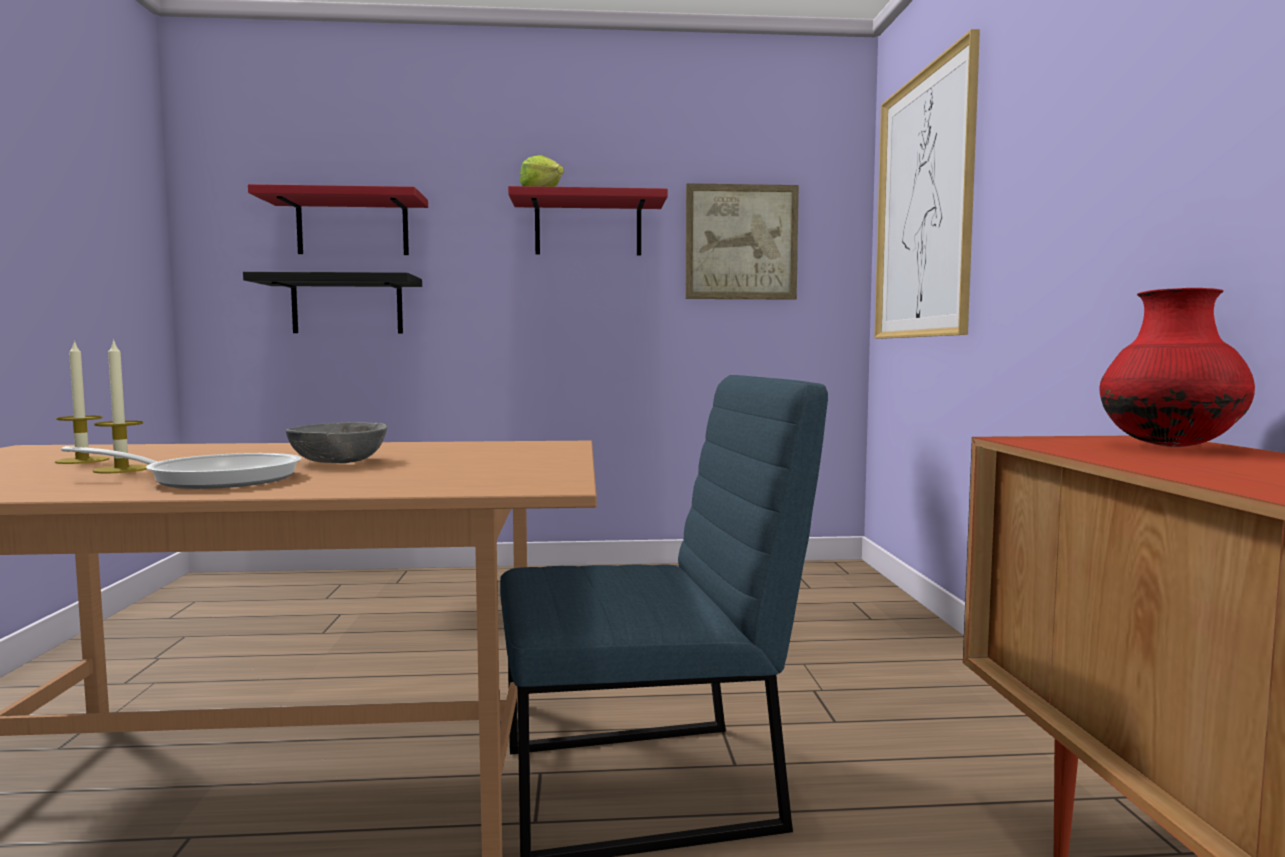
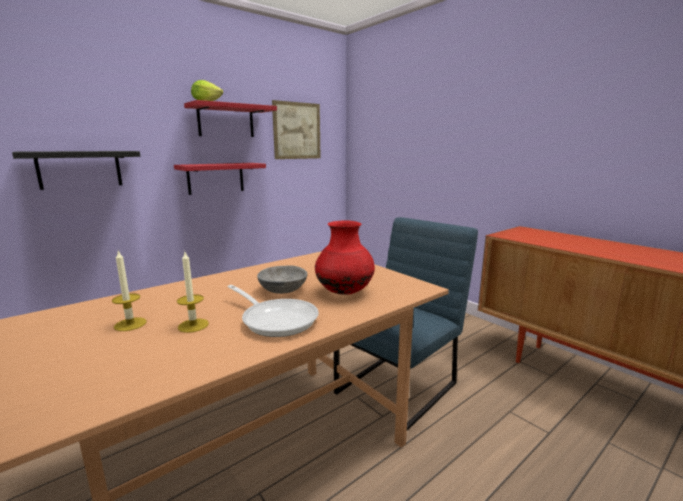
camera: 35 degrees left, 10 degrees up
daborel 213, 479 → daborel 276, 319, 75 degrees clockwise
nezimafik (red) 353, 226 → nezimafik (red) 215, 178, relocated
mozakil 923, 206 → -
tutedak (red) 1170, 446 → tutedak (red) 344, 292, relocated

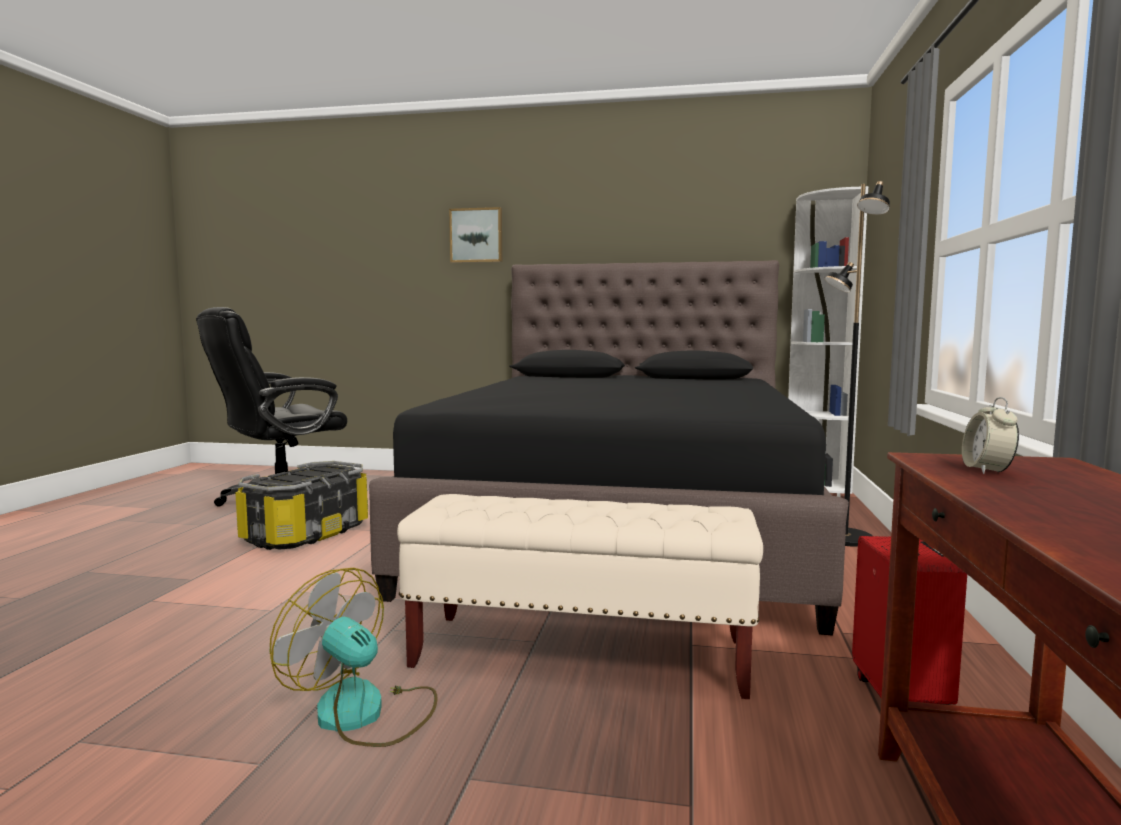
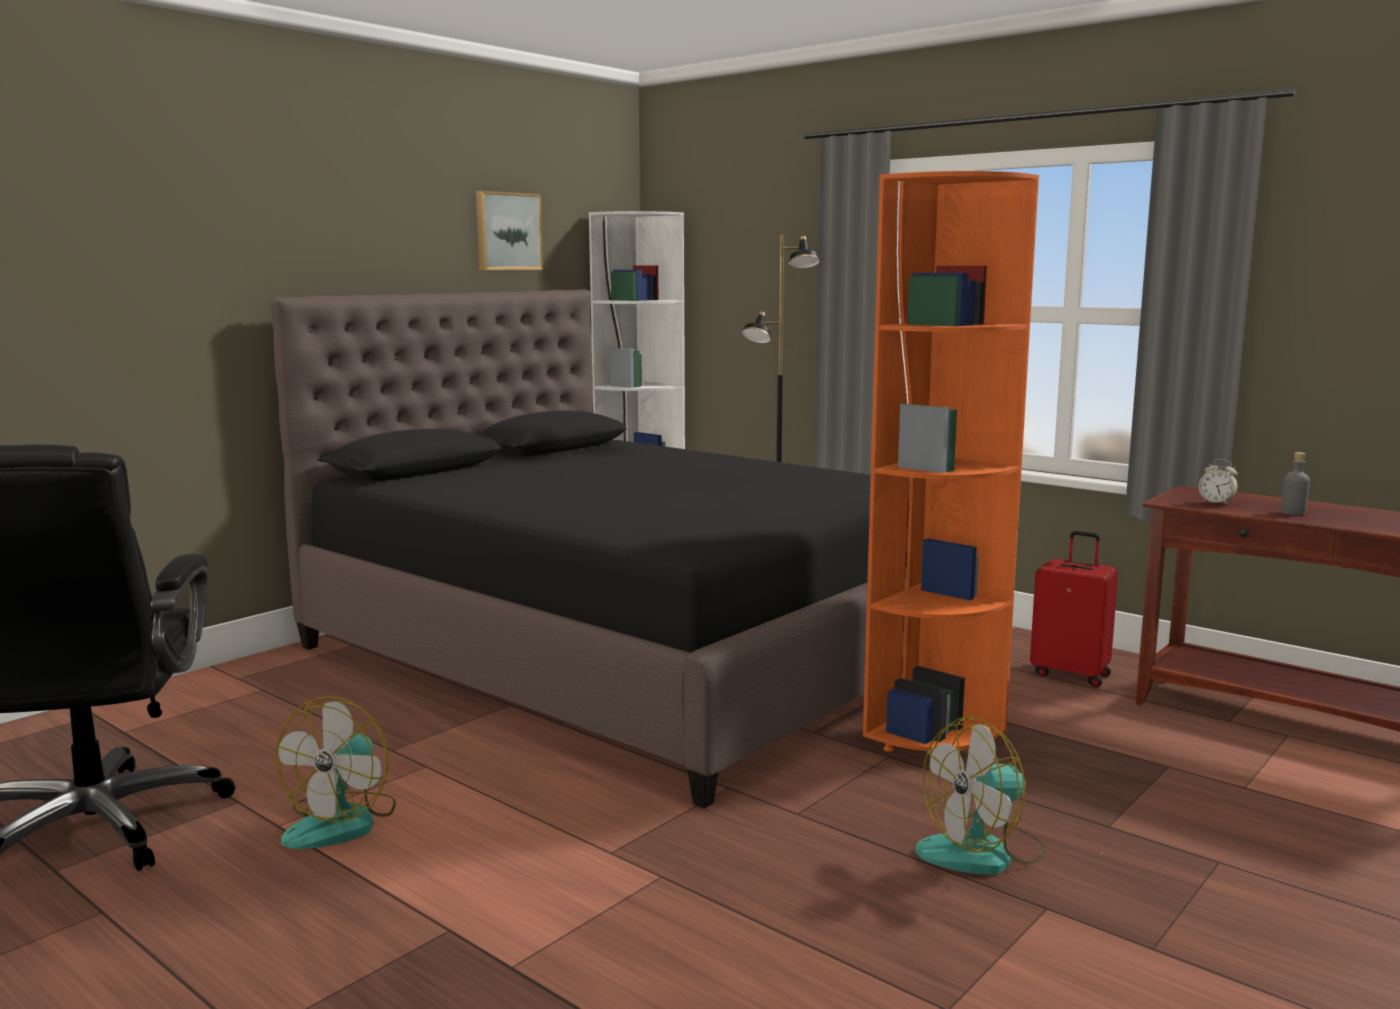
camera: 60 degrees left, 5 degrees up
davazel 307, 534 → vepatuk 343, 822
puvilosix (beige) 581, 655 → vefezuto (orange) 932, 745
mozakil 476, 235 → mozakil 507, 231, relocated
- → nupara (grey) 1292, 512

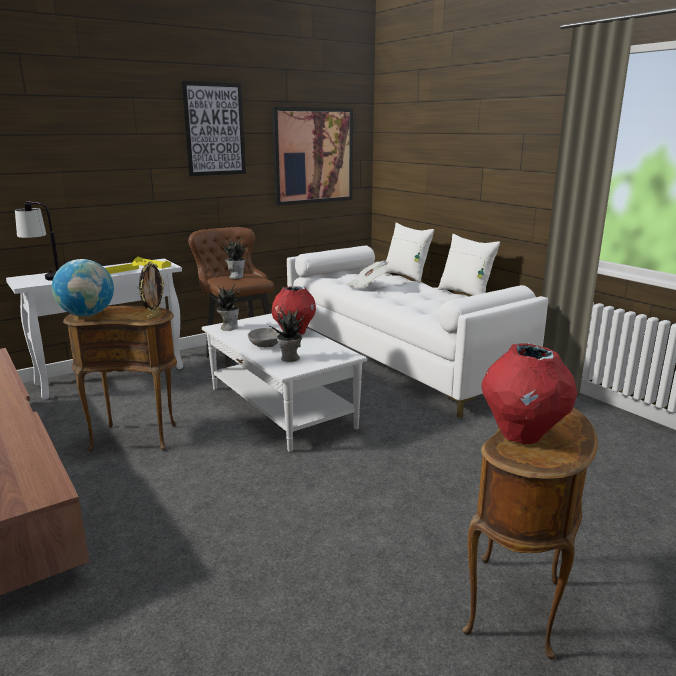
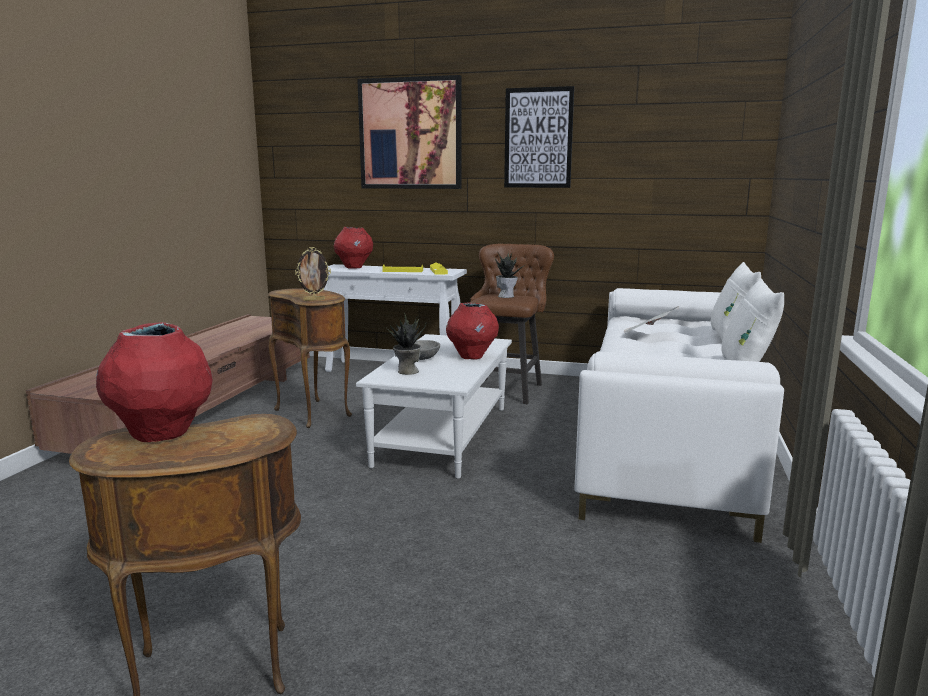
camera: 50 degrees right, 5 degrees down
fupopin 48, 277 → tutedak (red) 354, 267
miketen 87, 315 → -
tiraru 228, 327 → -
mozakil 313, 156 → mozakil 410, 134, relocated

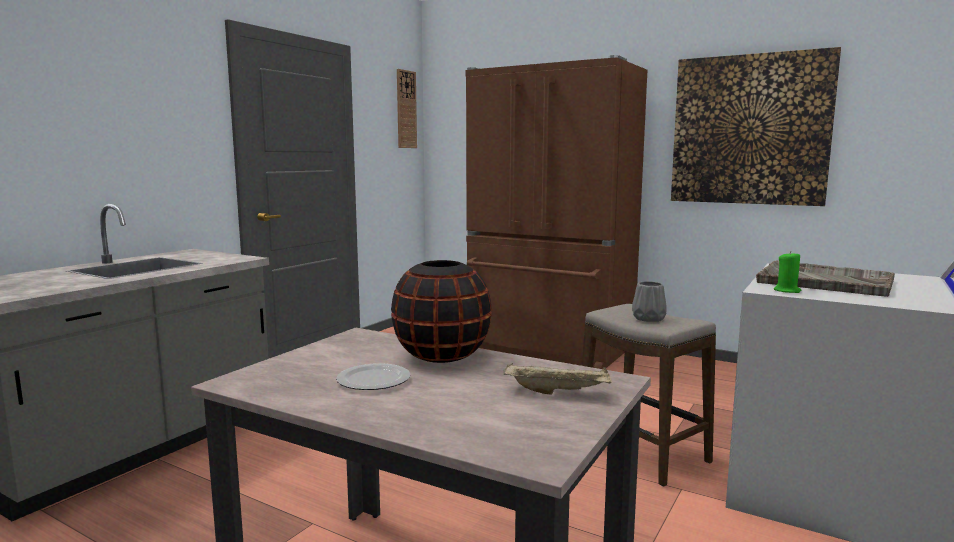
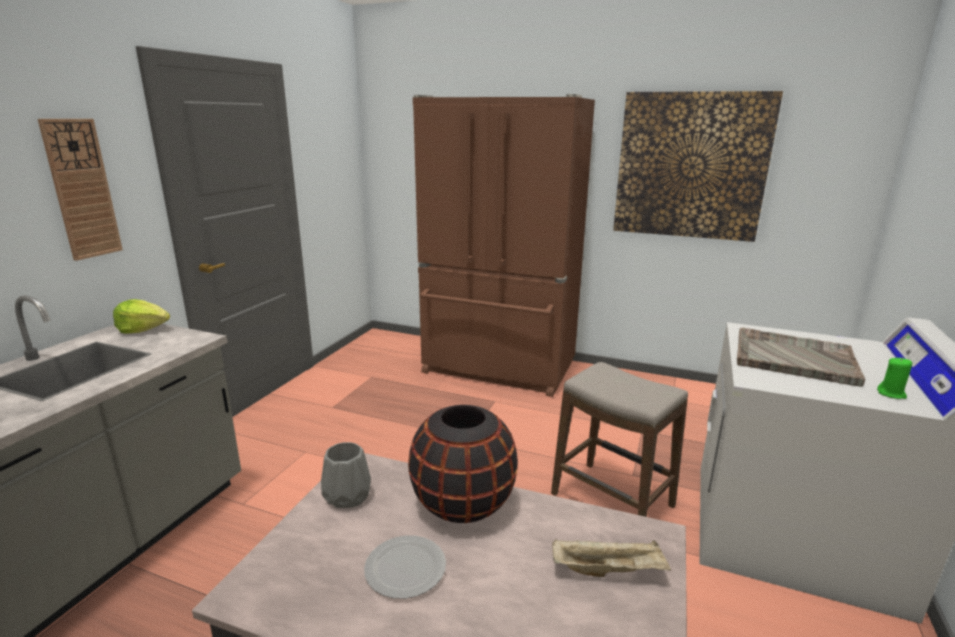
camera: 10 degrees left, 10 degrees up
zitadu 406, 109 → zitadu 82, 189, relocated
tutedak (grey) 649, 318 → tutedak (grey) 349, 496, relocated
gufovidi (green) 787, 291 → gufovidi (green) 891, 394, relocated
- → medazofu 143, 329

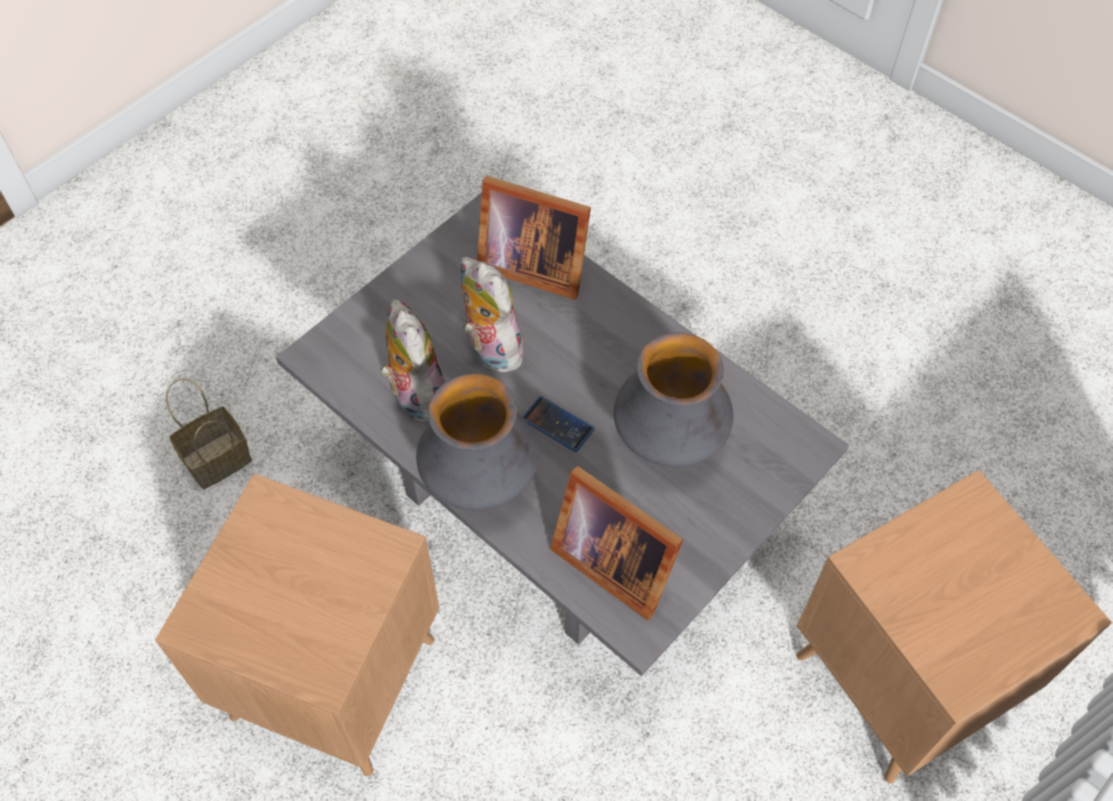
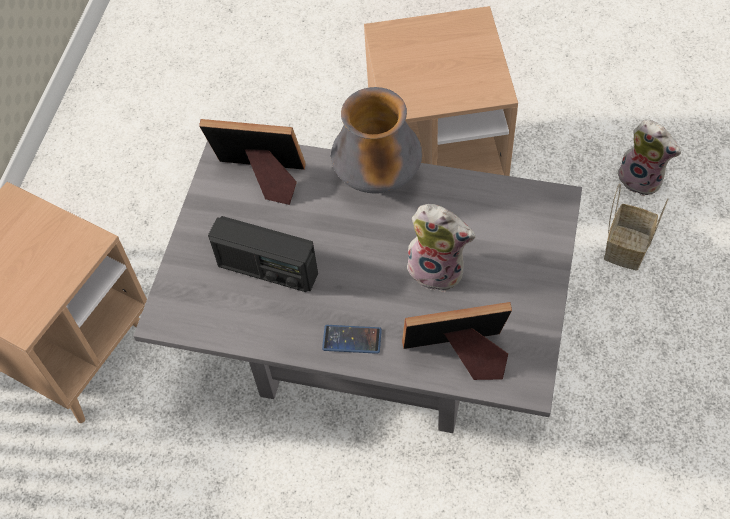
camera: 155 degrees right, 0 degrees up
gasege 415, 395 → gasege 642, 179, relocated
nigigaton 557, 424 → nigigaton 352, 339, relocated
tutedak 668, 441 → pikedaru 267, 269

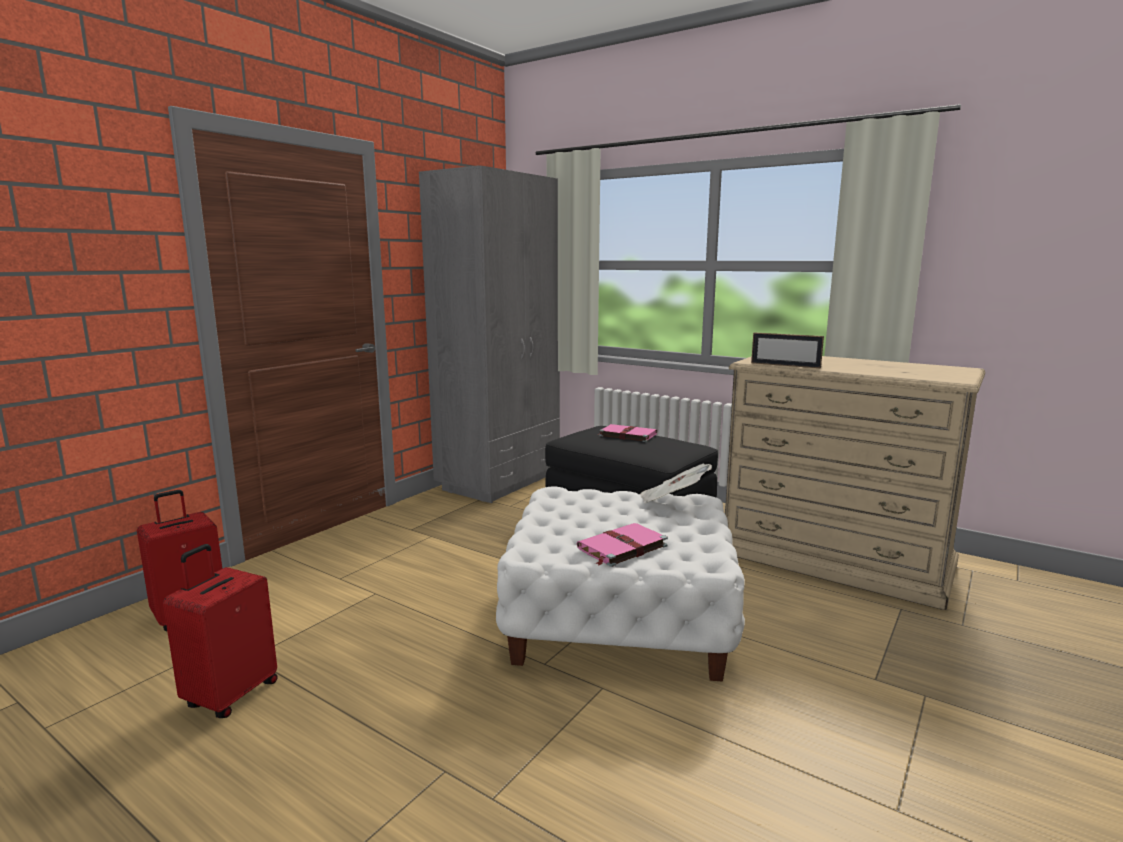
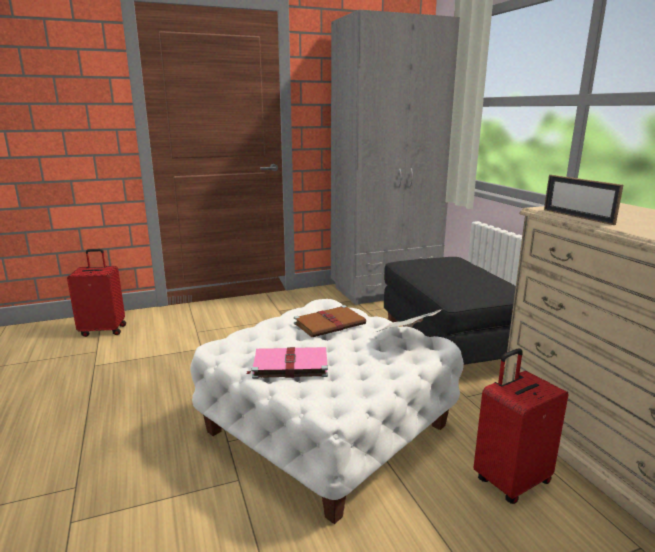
camera: 35 degrees right, 5 degrees up
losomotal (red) 230, 695 → losomotal (red) 510, 480, relocated
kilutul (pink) 627, 435 → -
- → kilutul (brown) 330, 324

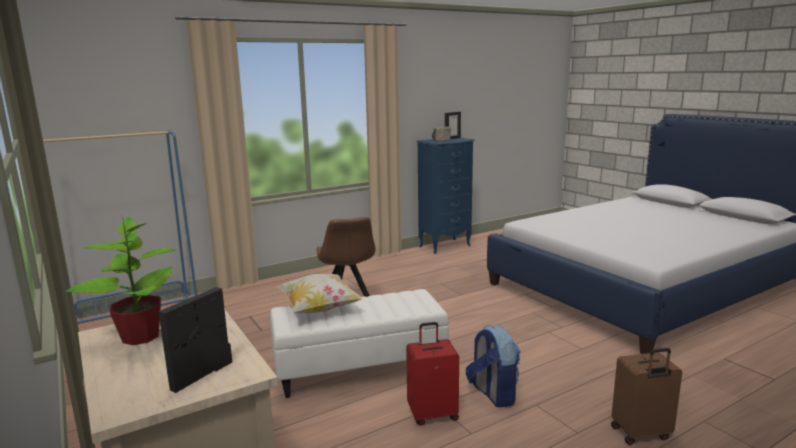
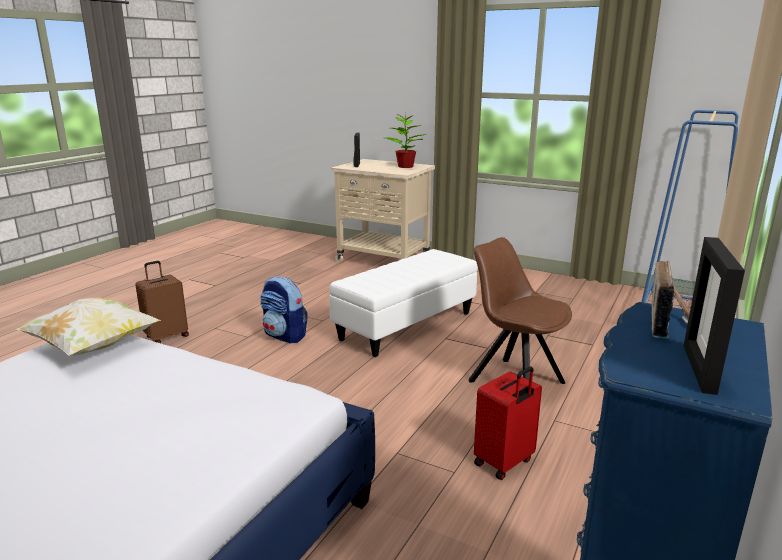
camera: 150 degrees right, 5 degrees up
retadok 319, 309 → retadok 94, 347, relocated
losomotal (red) 432, 414 → losomotal (red) 504, 463, relocated

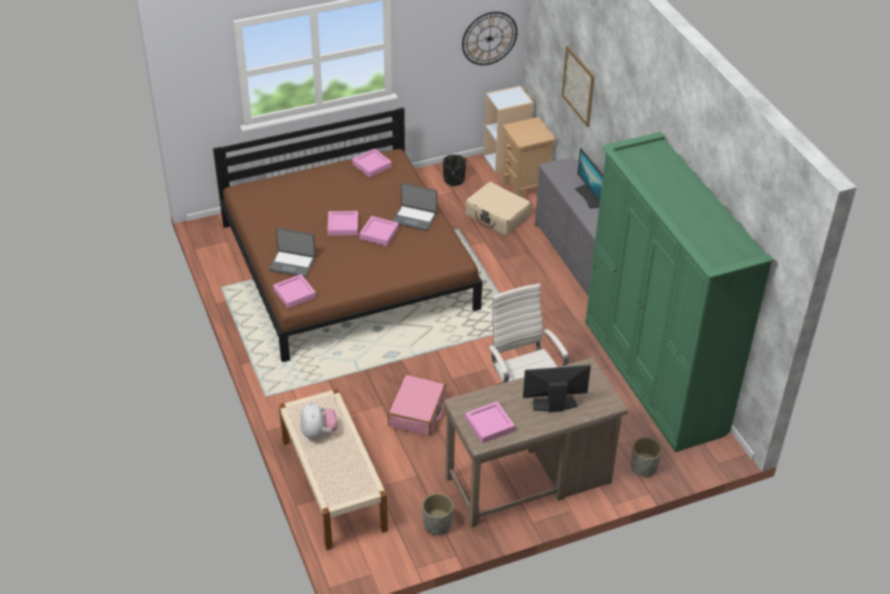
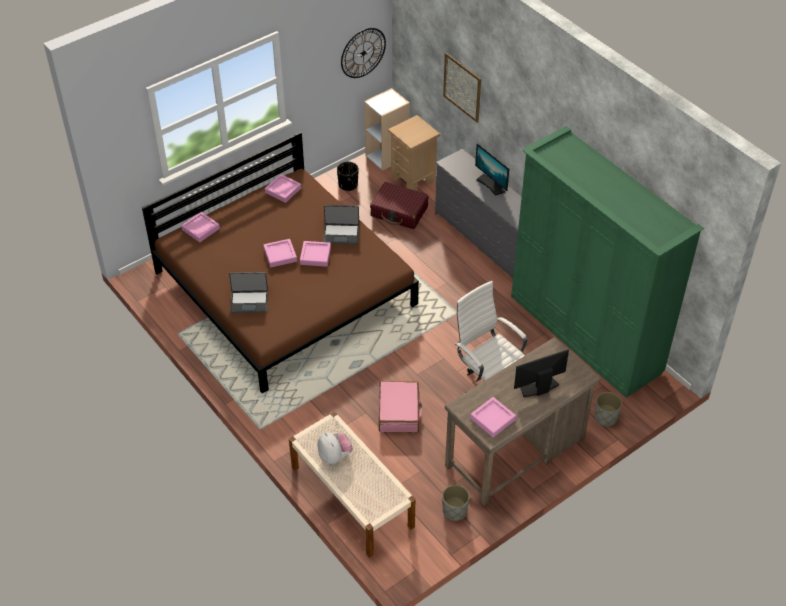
camera: 15 degrees left, 5 degrees up
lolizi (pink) 294, 294 → lolizi (pink) 200, 229, relocated
losomotal (beige) 497, 216 → losomotal (red) 399, 212

